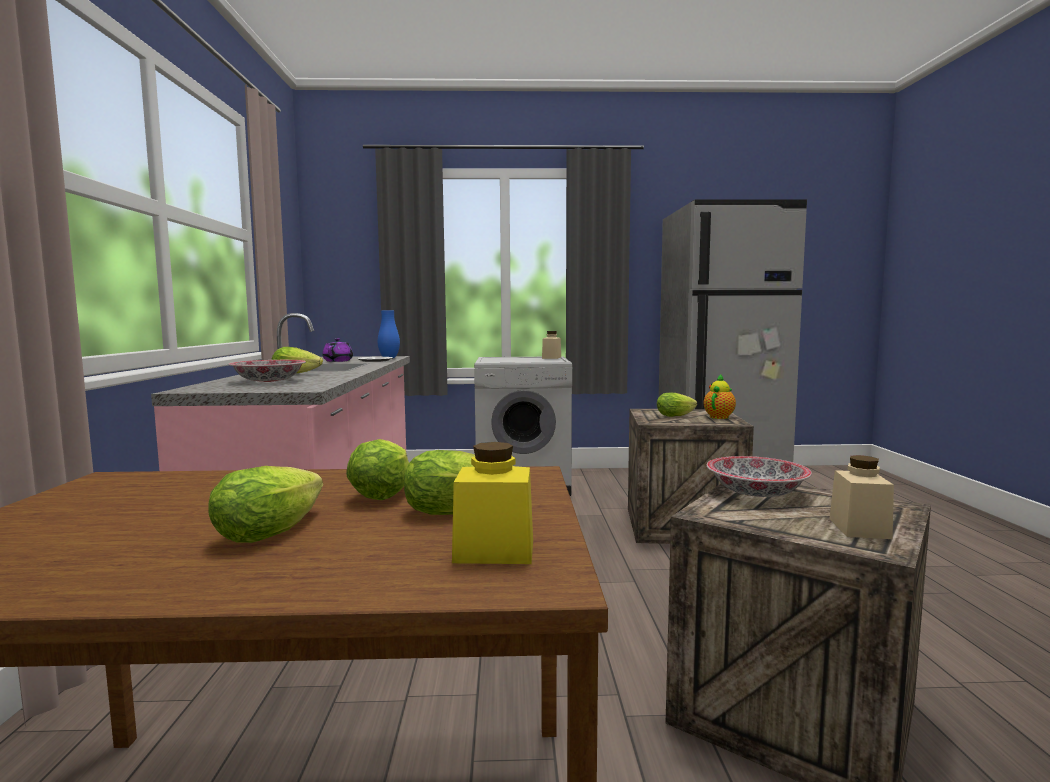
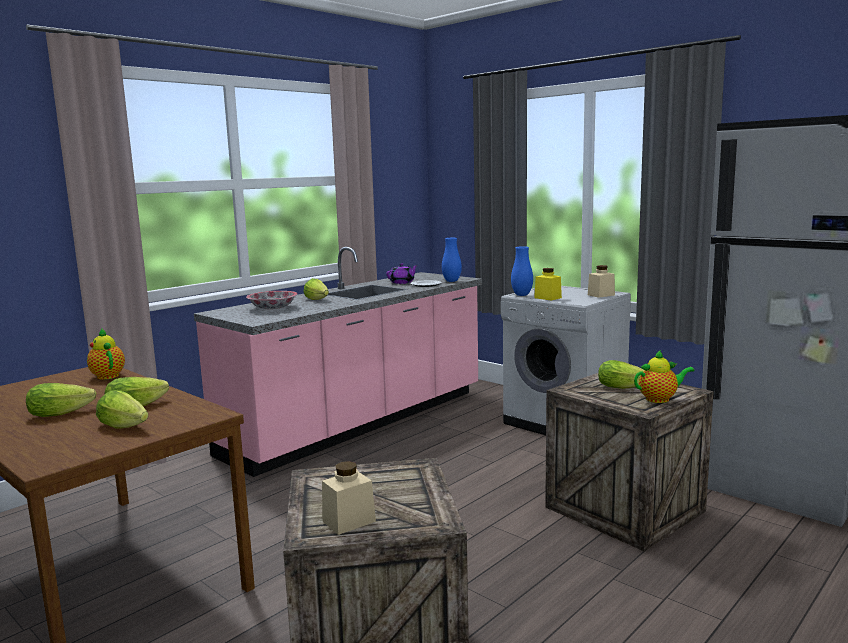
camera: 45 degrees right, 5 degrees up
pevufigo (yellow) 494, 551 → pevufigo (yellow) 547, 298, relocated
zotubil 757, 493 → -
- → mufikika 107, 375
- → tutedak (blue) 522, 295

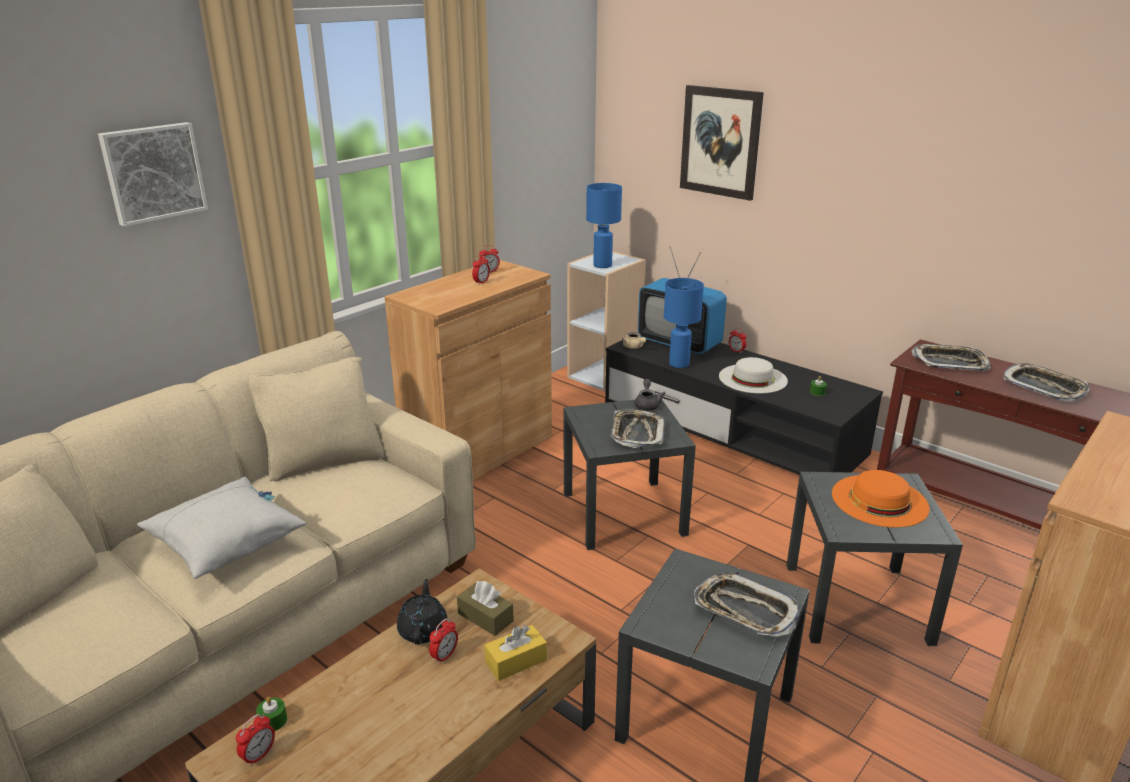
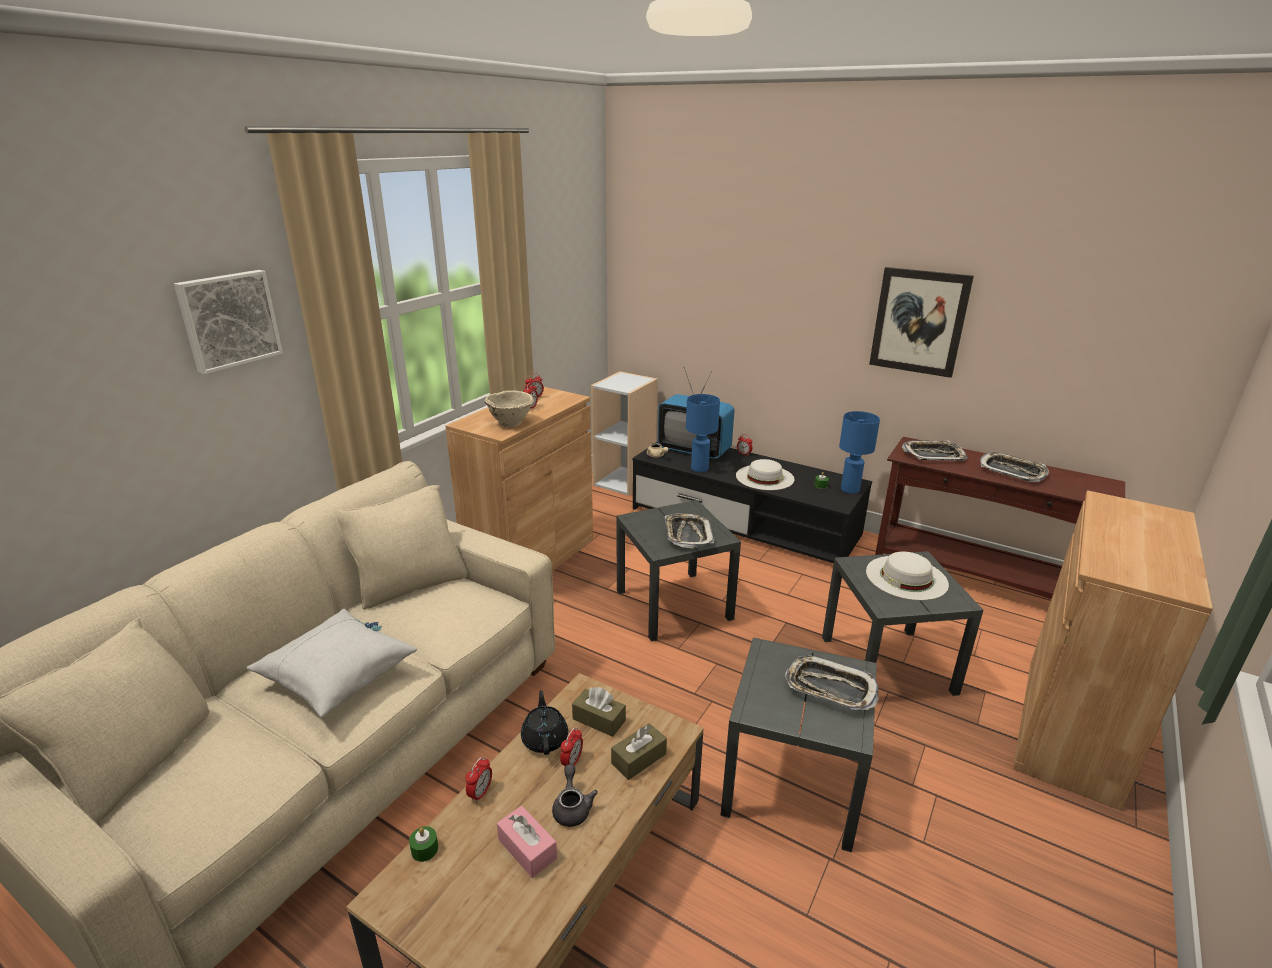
camera: 10 degrees left, 0 degrees up
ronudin 259, 755 → ronudin 480, 793, relocated
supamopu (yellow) 516, 661 → supamopu (brown) 639, 759
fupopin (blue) 602, 266 → fupopin (blue) 850, 490, relocated
mufikika (grey) 647, 404 → mufikika (grey) 572, 807, relocated
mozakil 720, 142 → mozakil 919, 322, relocated
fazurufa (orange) 879, 500 → fazurufa (white) 906, 577
- → zotubil (beige) 511, 422
- → supamopu (pink) 527, 849

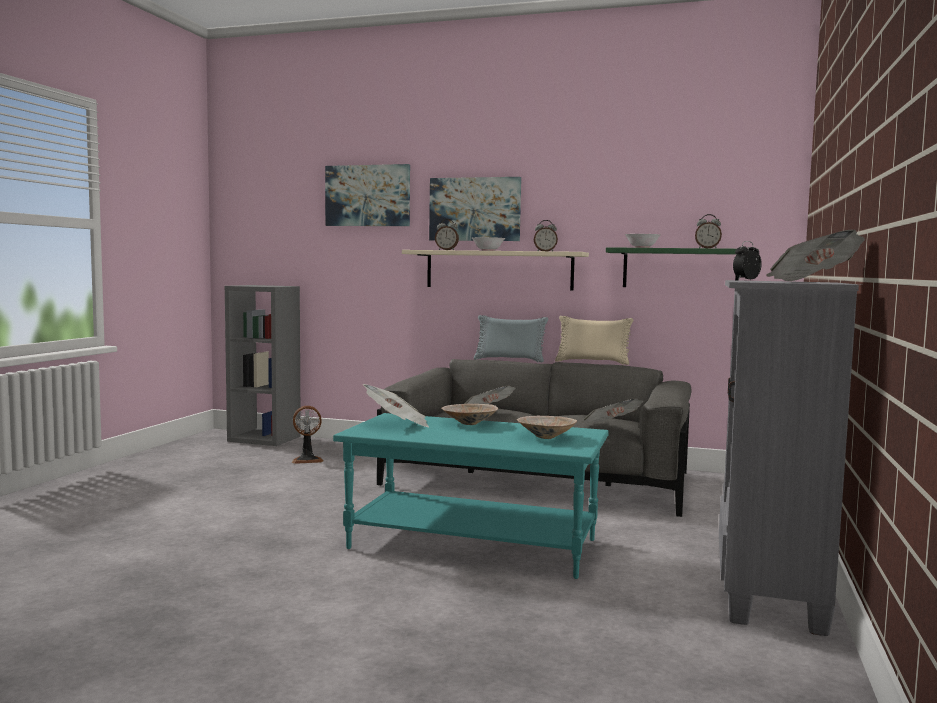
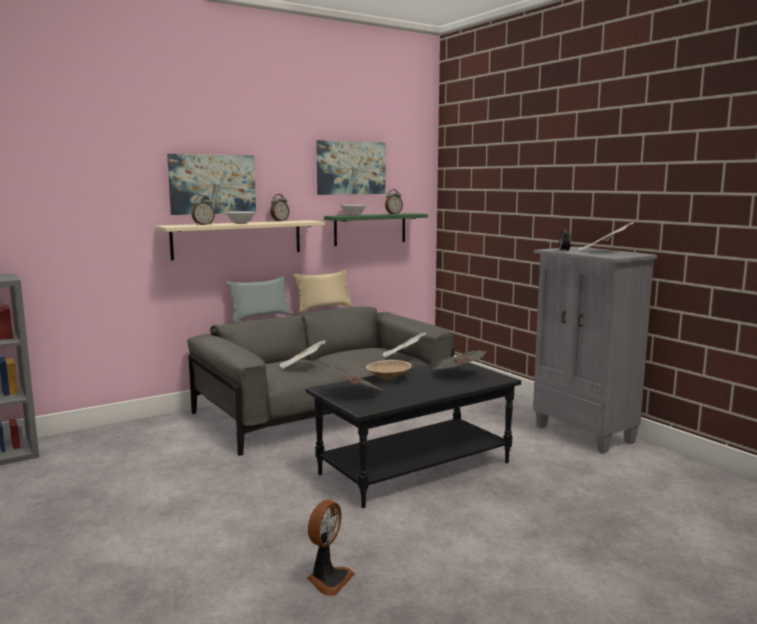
camera: 50 degrees left, 5 degrees up
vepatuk 307, 460 → vepatuk 328, 579, relocated
mozakil 368, 196 → mozakil 350, 168, relocated
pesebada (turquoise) 474, 543 → pesebada (black) 415, 467
zotubil (beige) 546, 437 → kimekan 458, 374

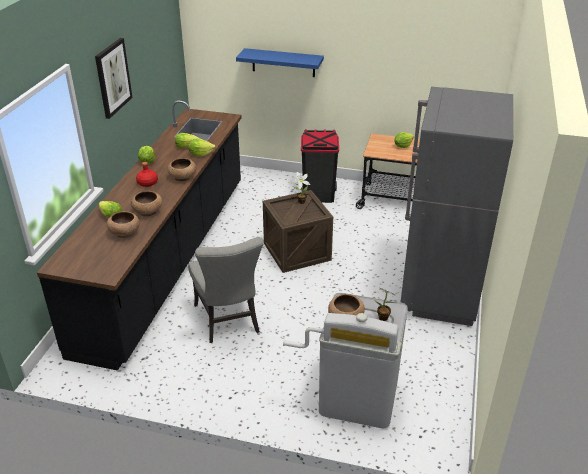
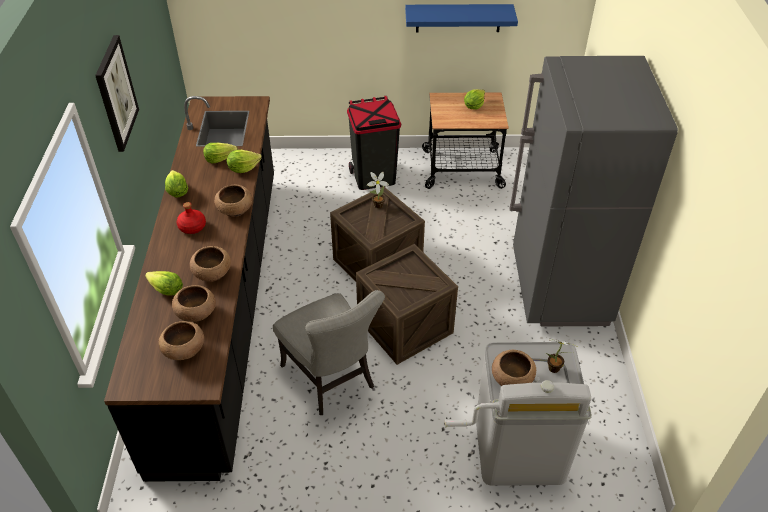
camera: 15 degrees left, 10 degrees up
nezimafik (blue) 283, 63 → nezimafik (blue) 458, 18, relocated
- → zotubil (brown) 184, 350
- → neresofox 405, 326

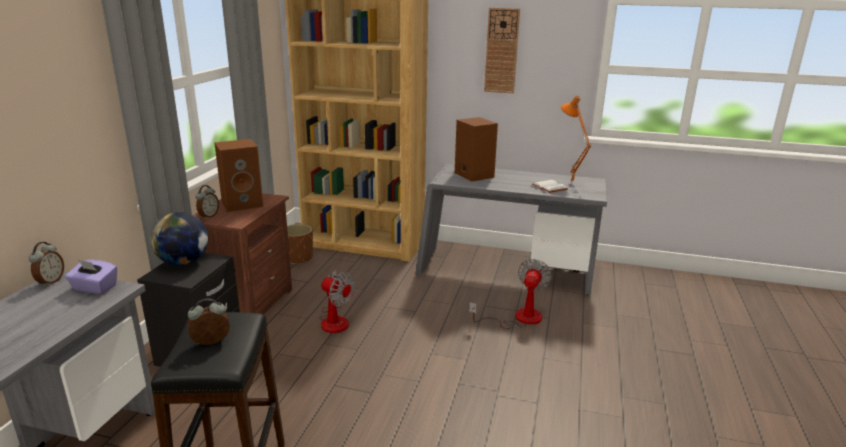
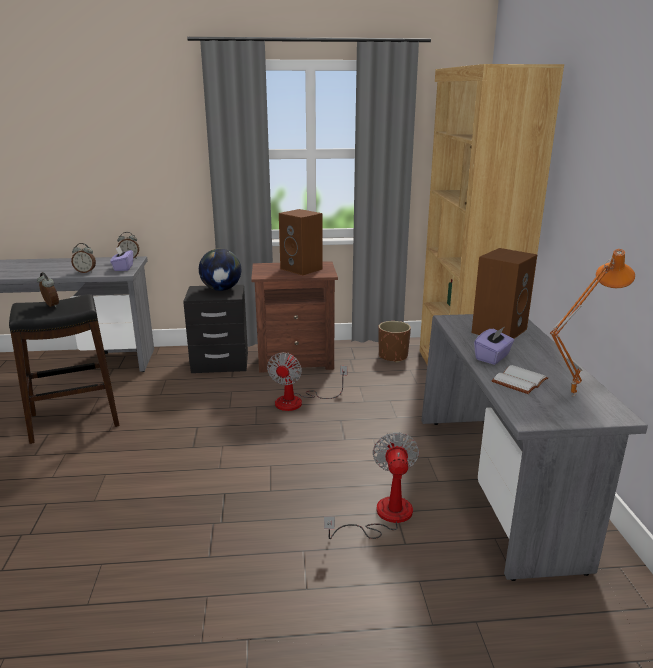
camera: 70 degrees right, 0 degrees up
ronudin 208, 216 → ronudin 85, 272, relocated
vepatuk 519, 318 → vepatuk 383, 516, 90 degrees counterclockwise
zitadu 501, 51 → -
- → supamopu (purple) 493, 357

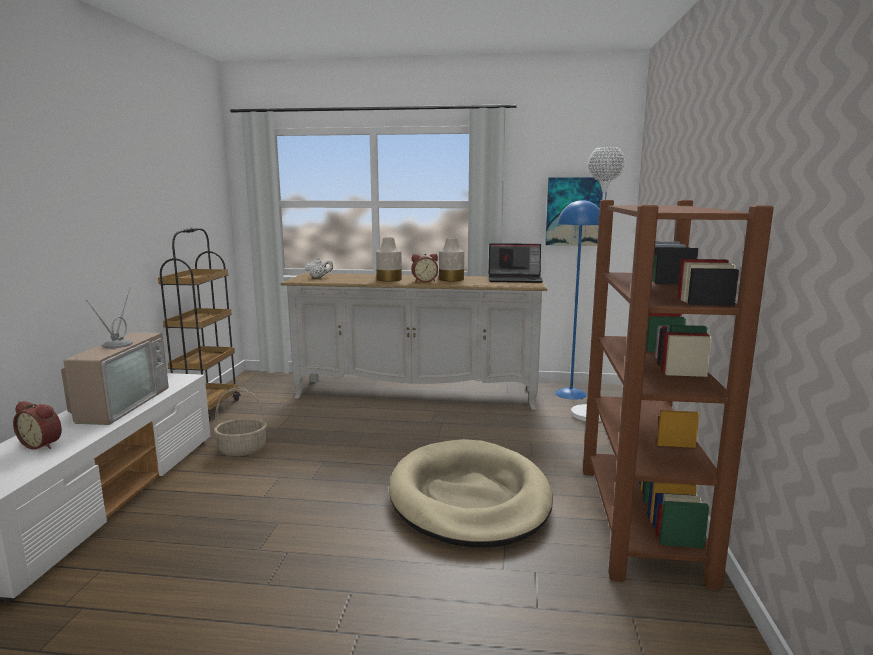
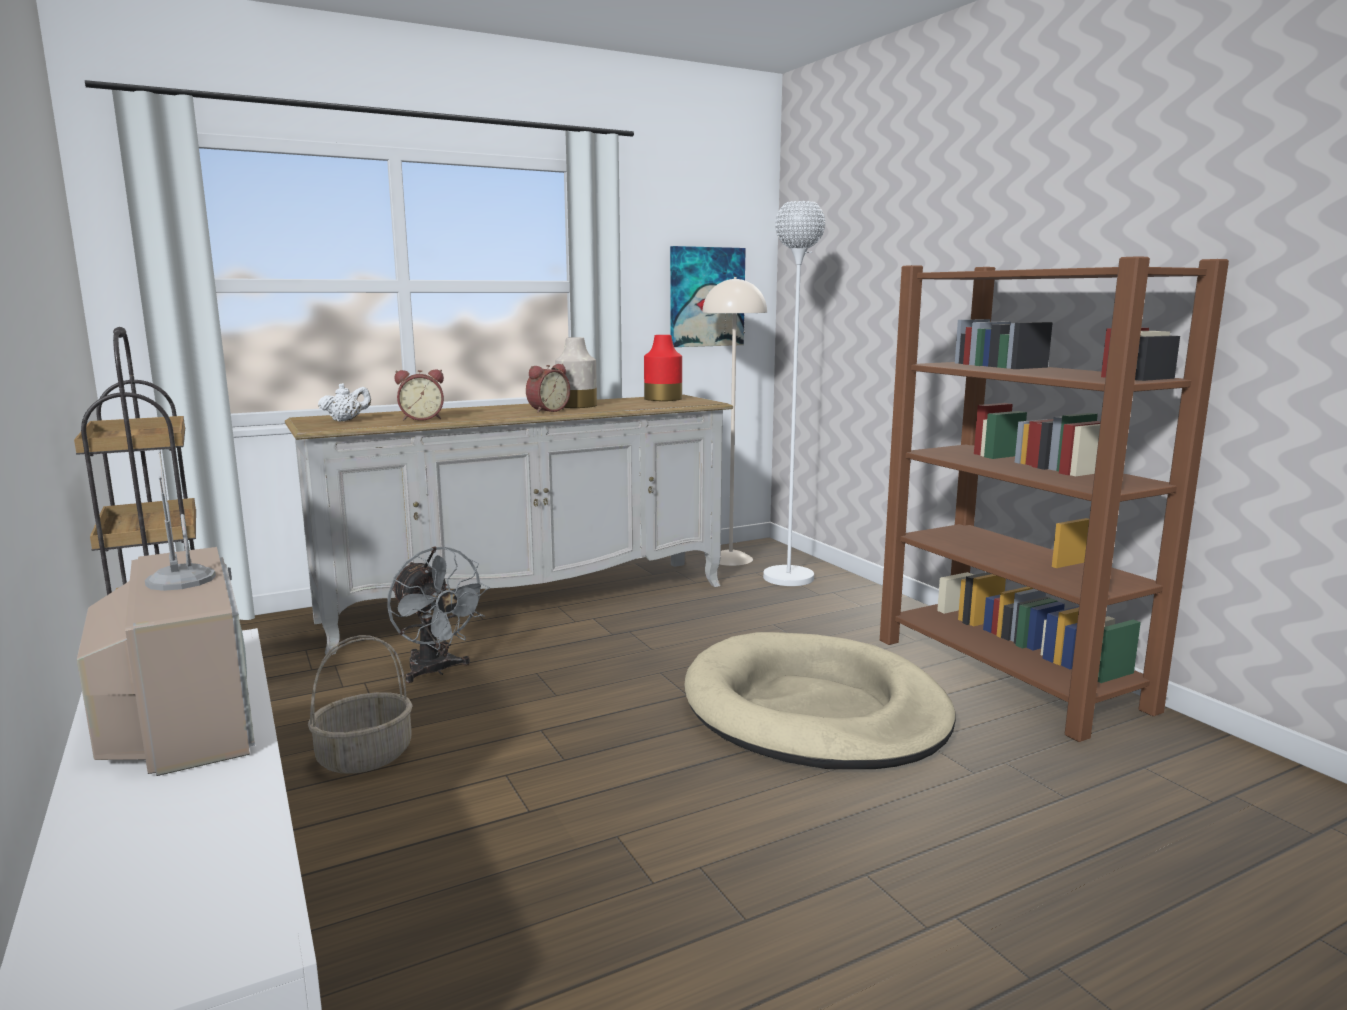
camera: 35 degrees left, 0 degrees up
ronudin 43, 444 → ronudin 422, 419, relocated
tutedak (beige) 388, 279 → -
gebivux 515, 279 → tutedak (red) 663, 398
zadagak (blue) 571, 394 → zadagak (beige) 731, 558
- → vepatuk (grey) 436, 671

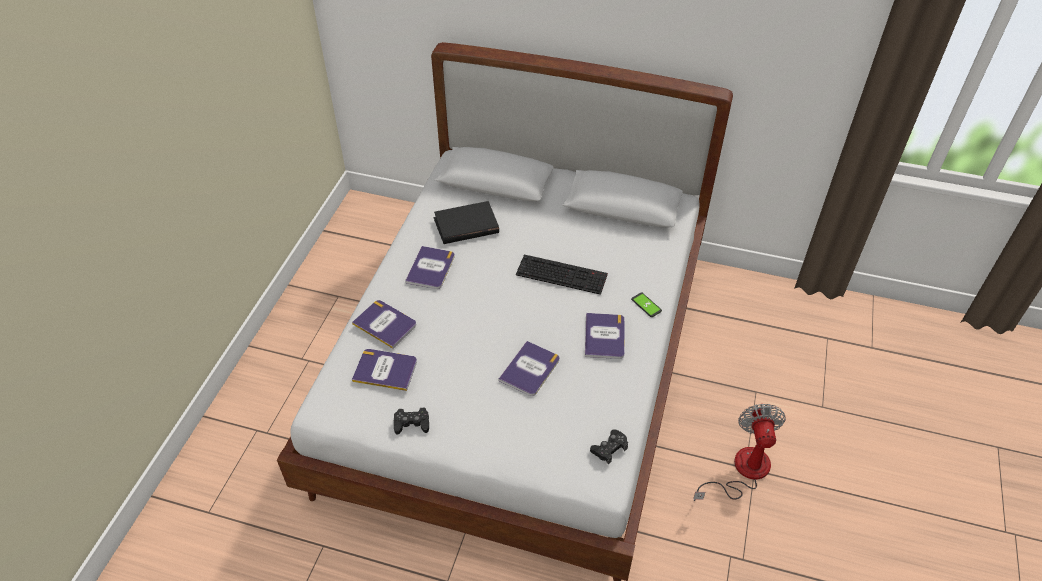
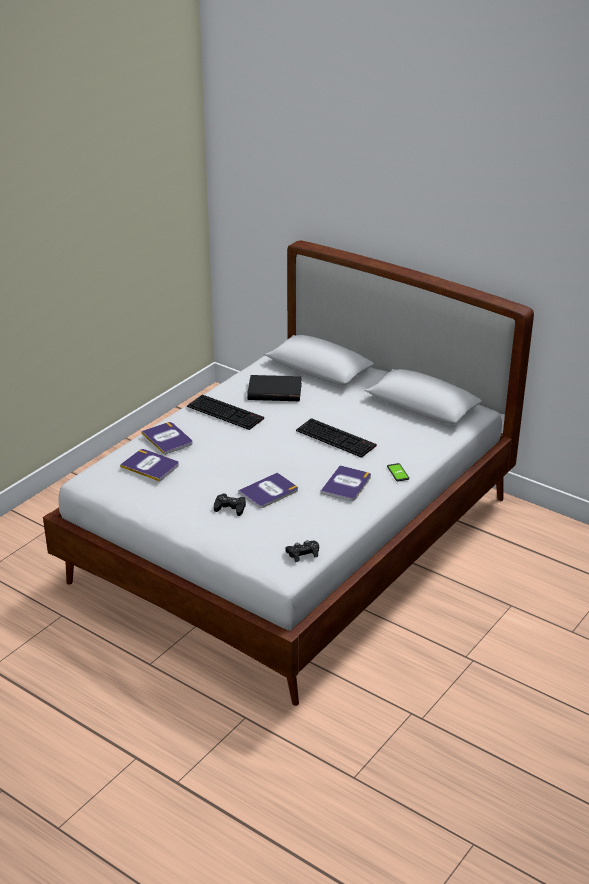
camera: 20 degrees right, 15 degrees down
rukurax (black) 412, 423 → rukurax (black) 230, 508, relocated
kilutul 430, 268 → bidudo 226, 412
vepatuk 742, 471 → -

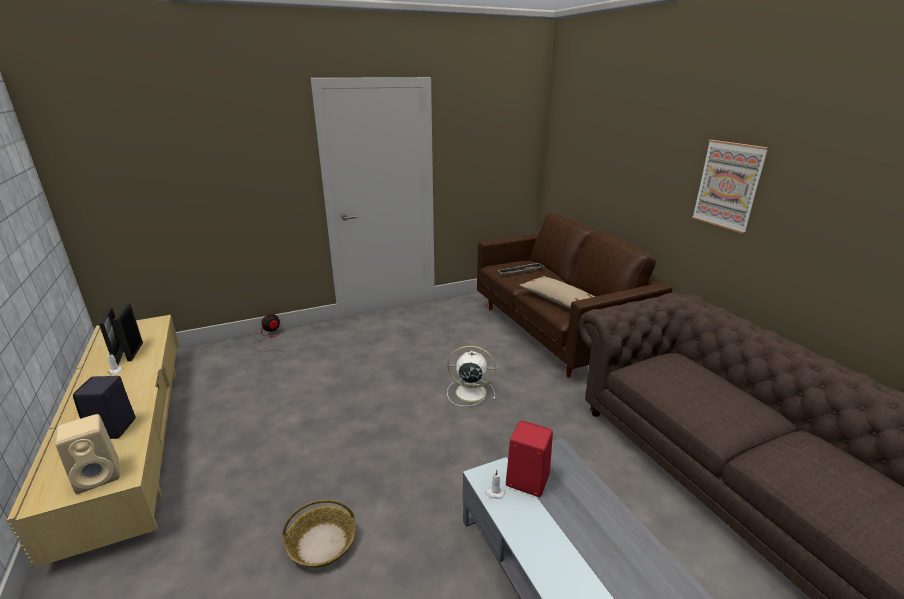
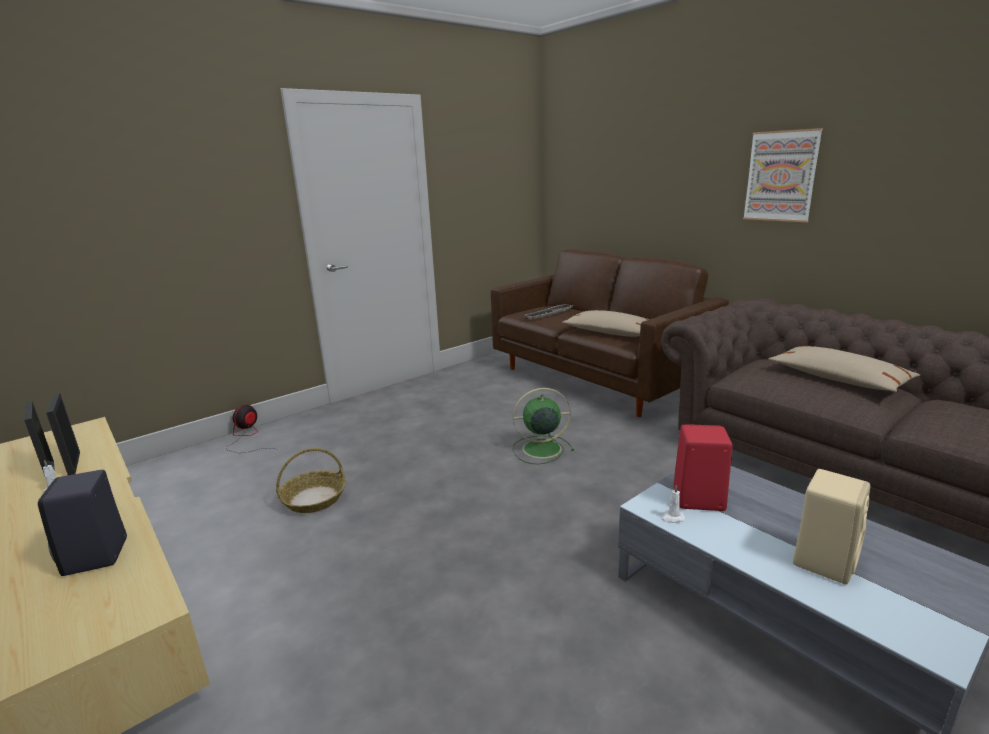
camera: 15 degrees left, 5 degrees down
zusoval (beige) 100, 475 → zusoval (beige) 824, 560, relocated
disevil 321, 544 → disevil 313, 499, relocated
vepatuk (white) 469, 392 → vepatuk (green) 540, 449
- → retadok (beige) 838, 379

